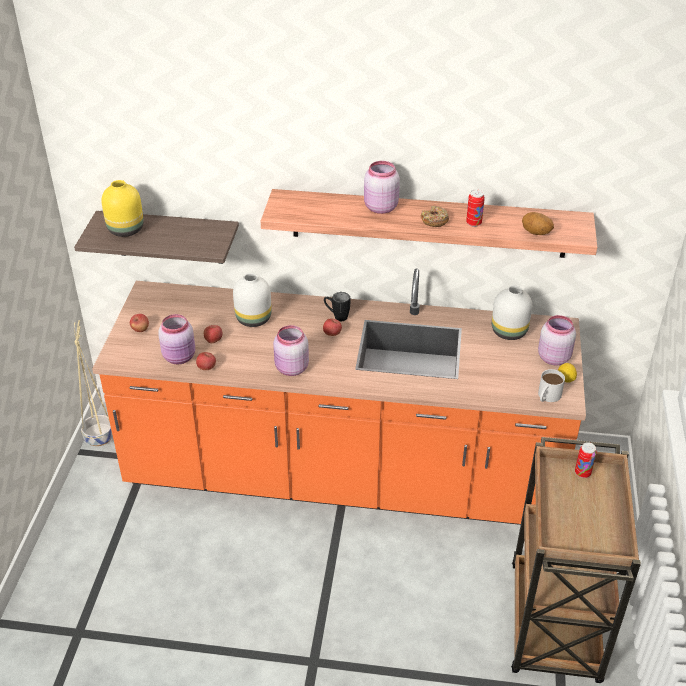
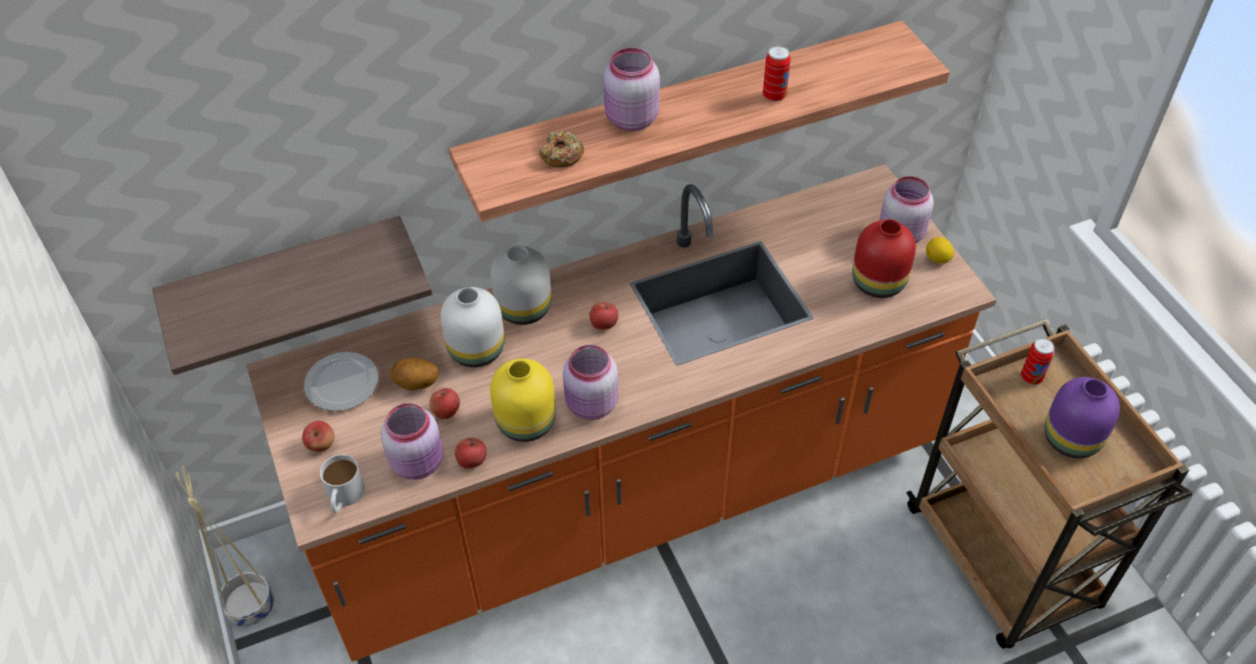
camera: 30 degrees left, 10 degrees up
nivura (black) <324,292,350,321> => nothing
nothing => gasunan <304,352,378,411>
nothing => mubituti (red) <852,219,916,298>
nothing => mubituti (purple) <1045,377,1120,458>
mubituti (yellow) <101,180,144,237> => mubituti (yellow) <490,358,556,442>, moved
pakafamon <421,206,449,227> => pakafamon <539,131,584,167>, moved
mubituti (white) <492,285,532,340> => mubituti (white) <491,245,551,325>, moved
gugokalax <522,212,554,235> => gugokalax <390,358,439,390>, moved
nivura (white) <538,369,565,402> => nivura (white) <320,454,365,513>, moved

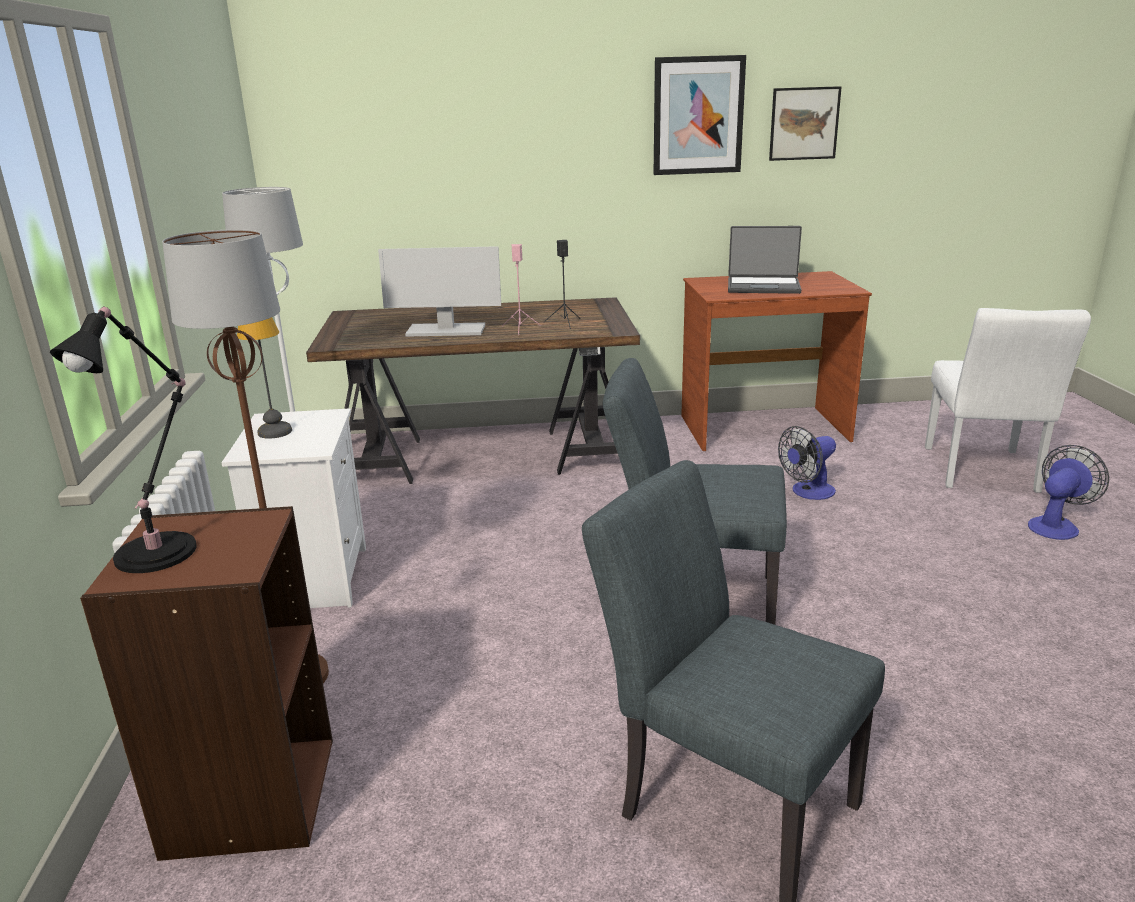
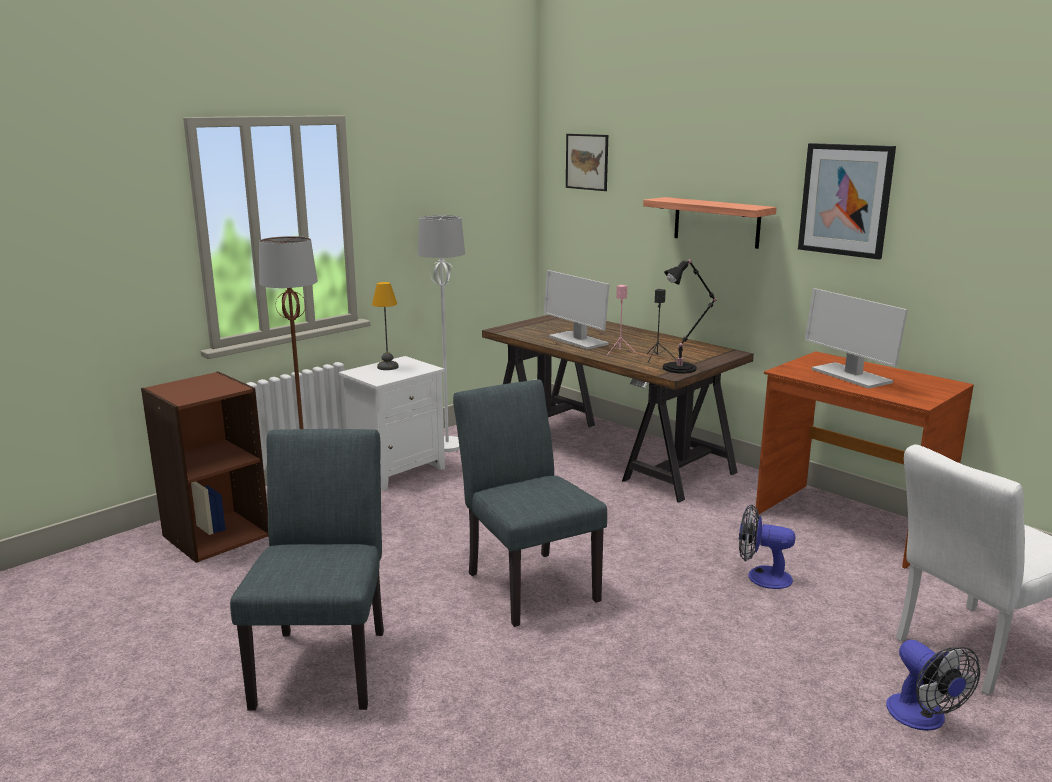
camera: 50 degrees right, 5 degrees down
nothing => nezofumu <643,197,776,249>
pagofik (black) <50,306,196,573> => pagofik (black) <663,259,717,374>, moved
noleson <769,86,842,161> => noleson <566,134,608,191>, moved
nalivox <728,226,802,294> => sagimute <805,288,908,389>
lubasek <1028,445,1109,540> => lubasek <886,640,980,731>, 60 degrees clockwise

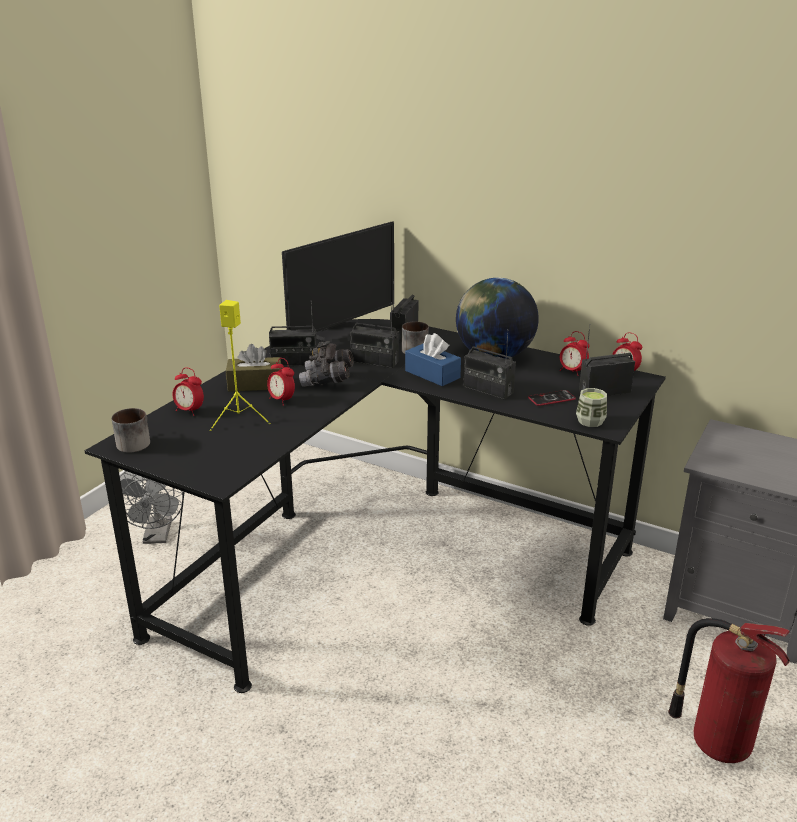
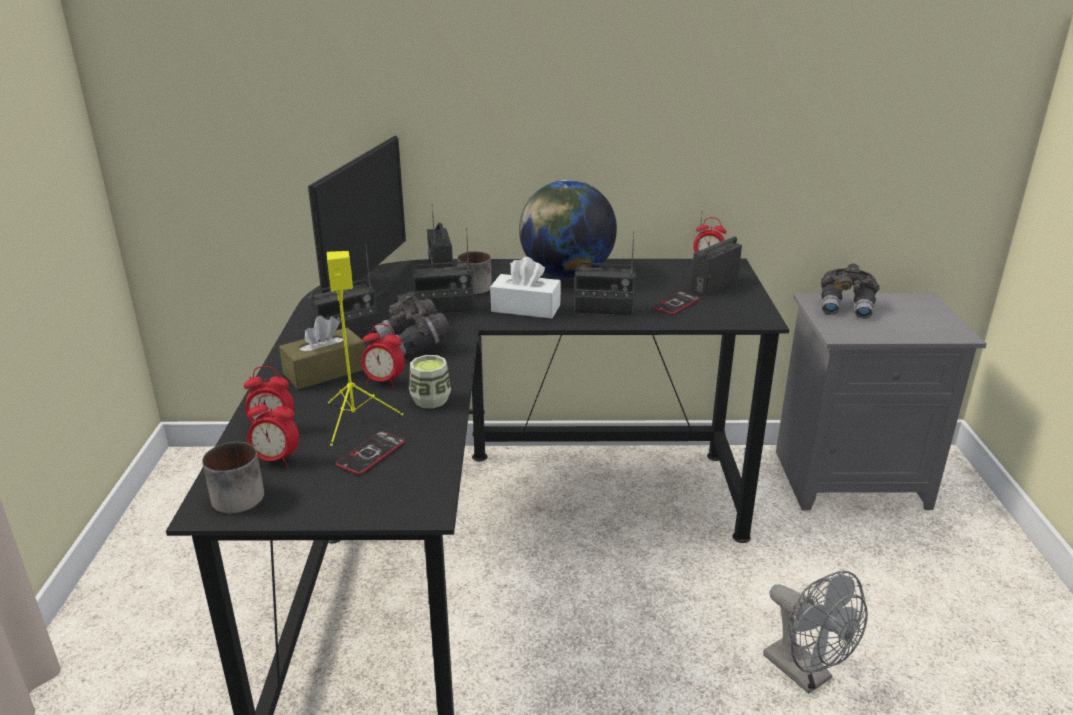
camera: 30 degrees left, 0 degrees up
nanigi <668,618,790,763> => nothing
nothing => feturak <335,431,405,475>
nothing => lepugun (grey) <821,263,880,319>
lubasek (grey) <120,471,183,544> => lubasek (grey) <763,571,868,694>, moved
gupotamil <560,331,590,376> => gupotamil <247,394,299,467>, moved
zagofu <576,388,607,427> => zagofu <409,355,451,408>, moved
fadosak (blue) <405,333,461,386> => fadosak (white) <490,257,561,319>

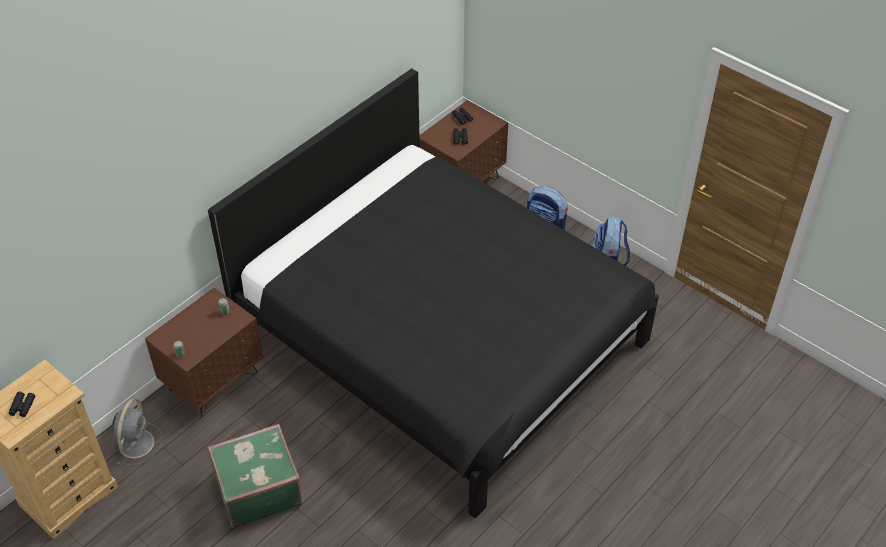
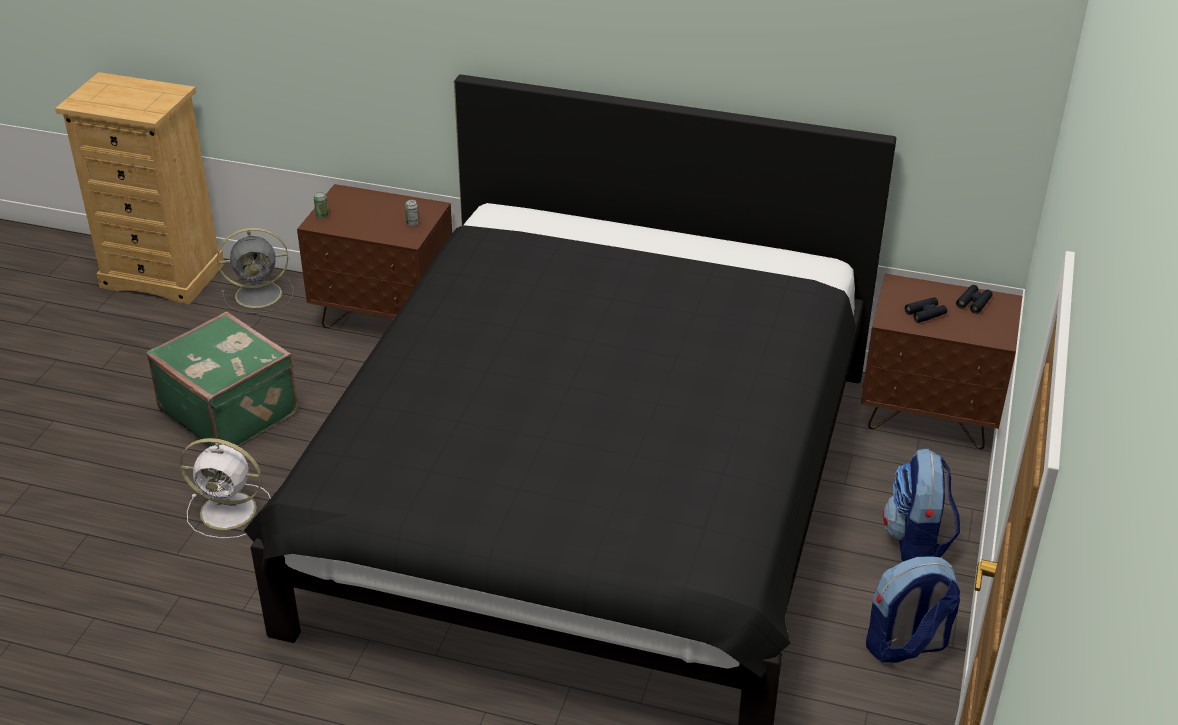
camera: 65 degrees right, 10 degrees down
lepugun (black) <8,392,35,417> => nothing
nothing => lubasek (white) <180,438,271,539>

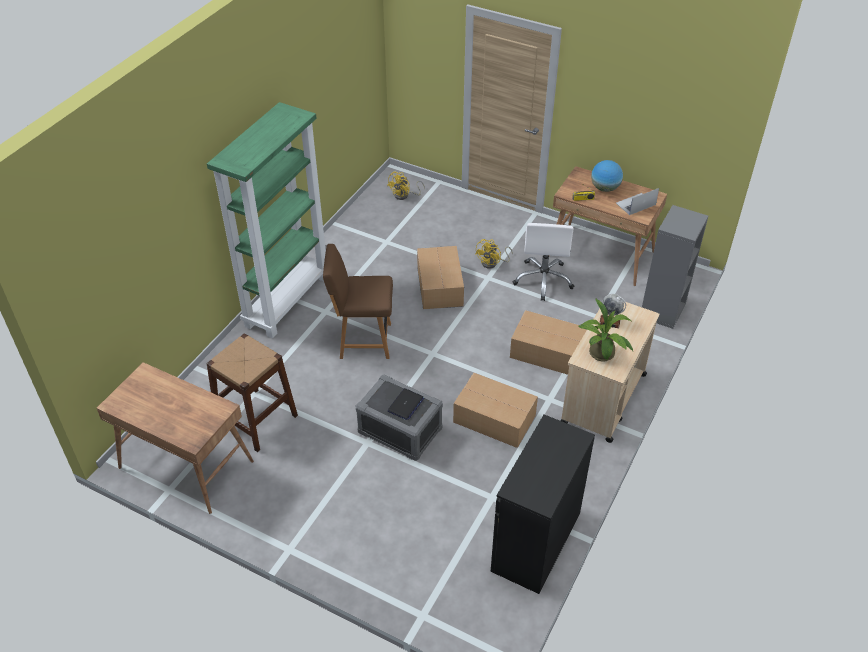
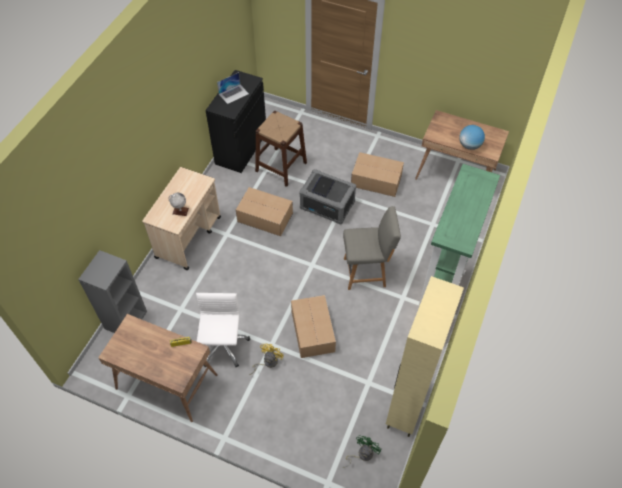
camera: 175 degrees right, 10 degrees up
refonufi <578,299,633,361> => nothing
nothing => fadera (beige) <386,276,464,437>
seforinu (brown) <207,333,298,452> => seforinu (brown) <255,110,307,187>, moved
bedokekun <510,310,587,375> => bedokekun <351,152,404,197>, moved
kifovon <591,160,623,192> => kifovon <459,125,485,150>, moved
nalivox <616,188,659,215> => nalivox <217,72,249,104>, moved
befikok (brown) <323,244,393,359> => befikok (grey) <343,206,401,290>
lubasek (yellow) <387,172,425,200> => lubasek (green) <342,435,381,468>

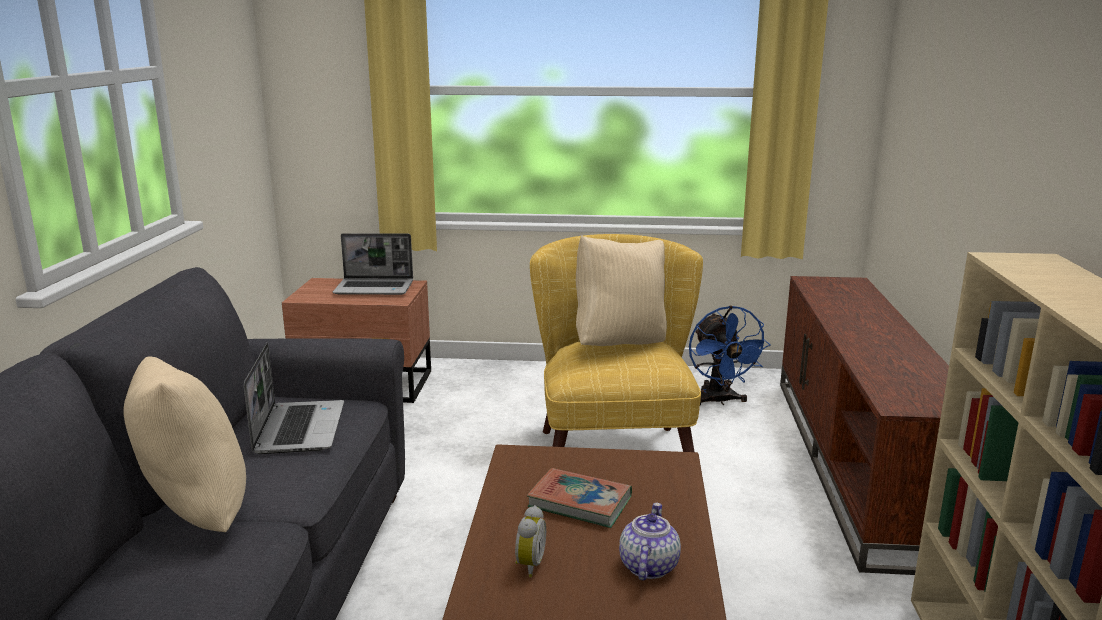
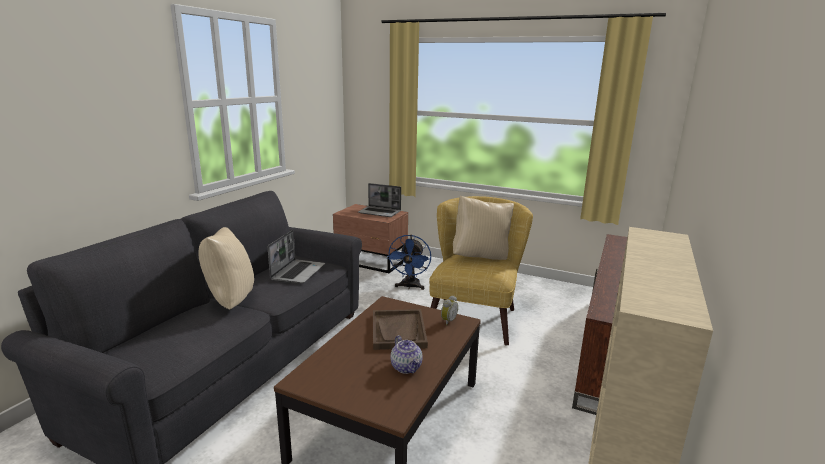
camera: 20 degrees right, 0 degrees up
gupotamil <515,505,546,577> => gupotamil <441,295,458,326>, moved
lubasek (blue) <689,305,770,405> => lubasek (blue) <387,235,431,290>, moved
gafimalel <527,468,632,528> => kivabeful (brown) <373,309,428,350>
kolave <619,503,681,580> => kolave <391,335,423,374>, 120 degrees clockwise

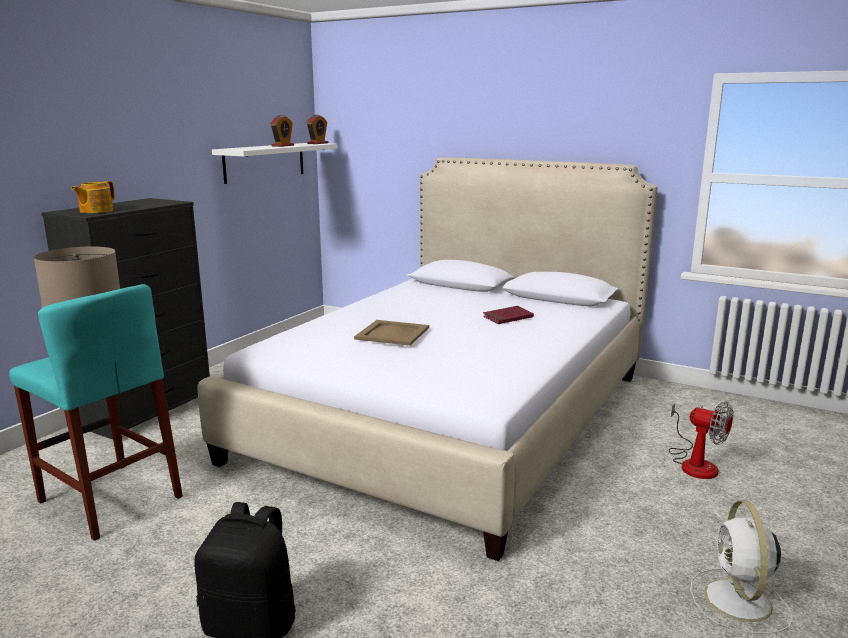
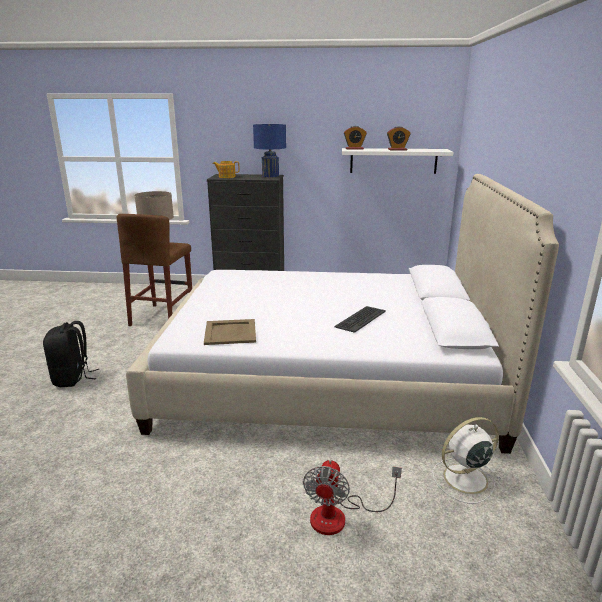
camera: 65 degrees right, 5 degrees up
nothing => pagofik (blue) <253,124,286,177>
gupotamil <307,115,329,144> => gupotamil <344,126,367,150>, moved
kivabeful (beige) <354,320,429,346> => kivabeful (beige) <204,319,256,345>, moved
lubasek (white) <690,501,793,634> => lubasek (white) <432,417,500,504>, moved
gafimalel (red) <483,306,534,324> => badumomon <335,306,386,333>
seforinu (turquoise) <9,284,183,541> => seforinu (brown) <117,214,192,326>

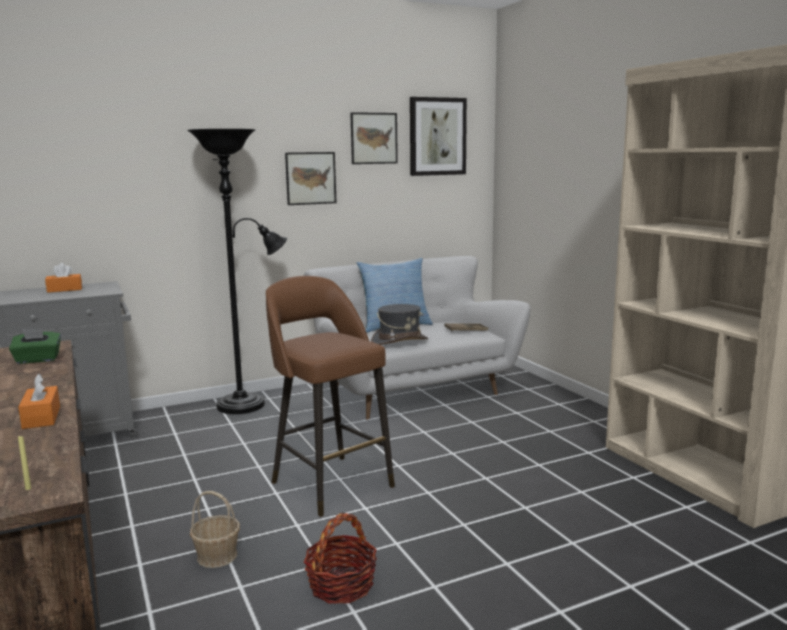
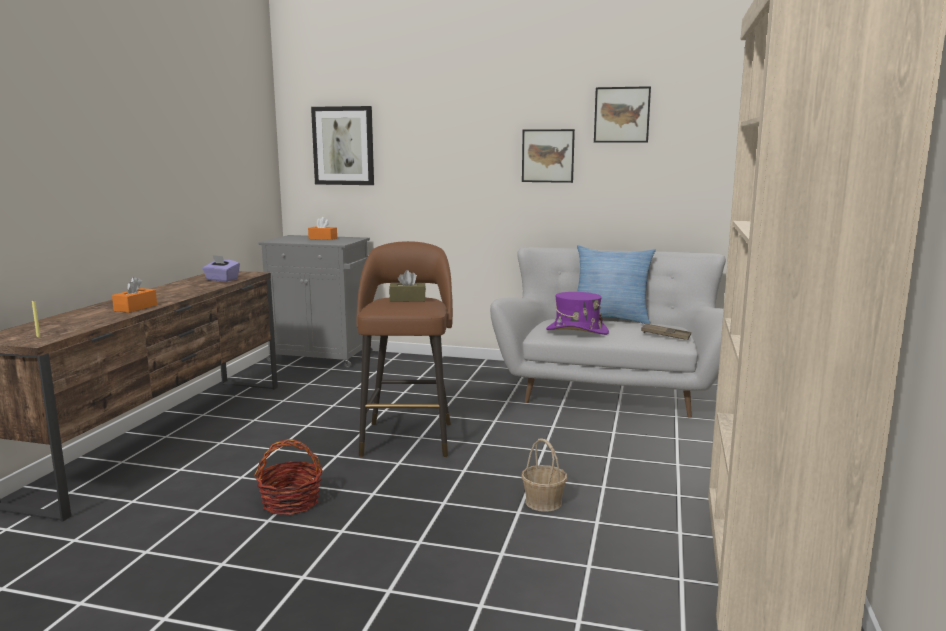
camera: 40 degrees right, 0 degrees up
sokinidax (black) <187,129,287,414> => nothing
nothing => fadosak (brown) <389,270,426,302>
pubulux <190,491,240,568> => pubulux <521,438,567,512>, moved
noleson <410,97,467,176> => noleson <311,106,374,185>, moved
fadosak (green) <9,328,61,364> => fadosak (purple) <202,255,240,282>
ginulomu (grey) <371,304,428,345> => ginulomu (purple) <546,292,609,335>

